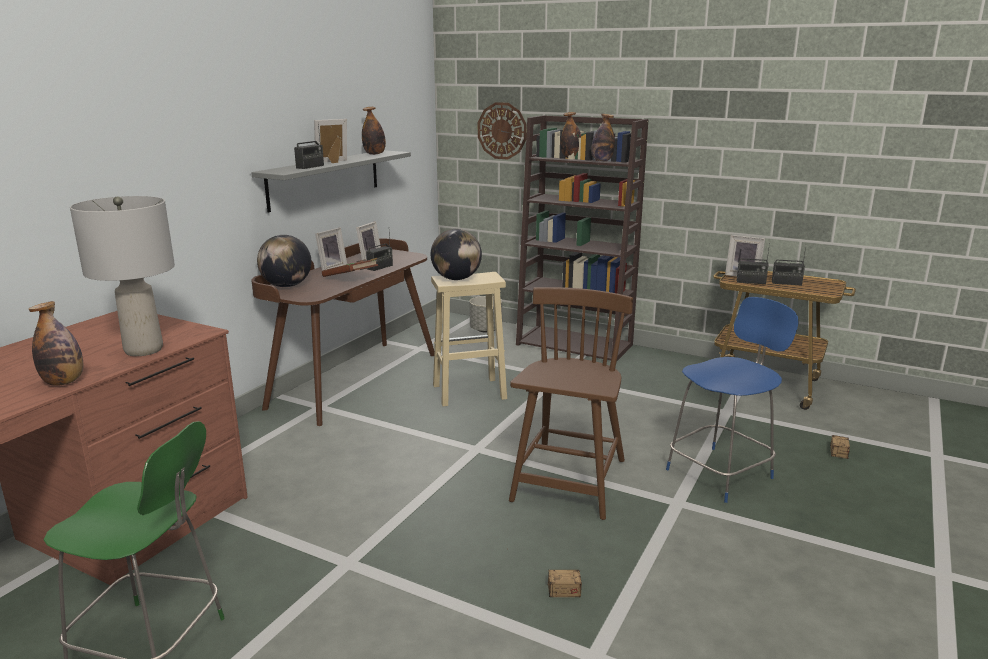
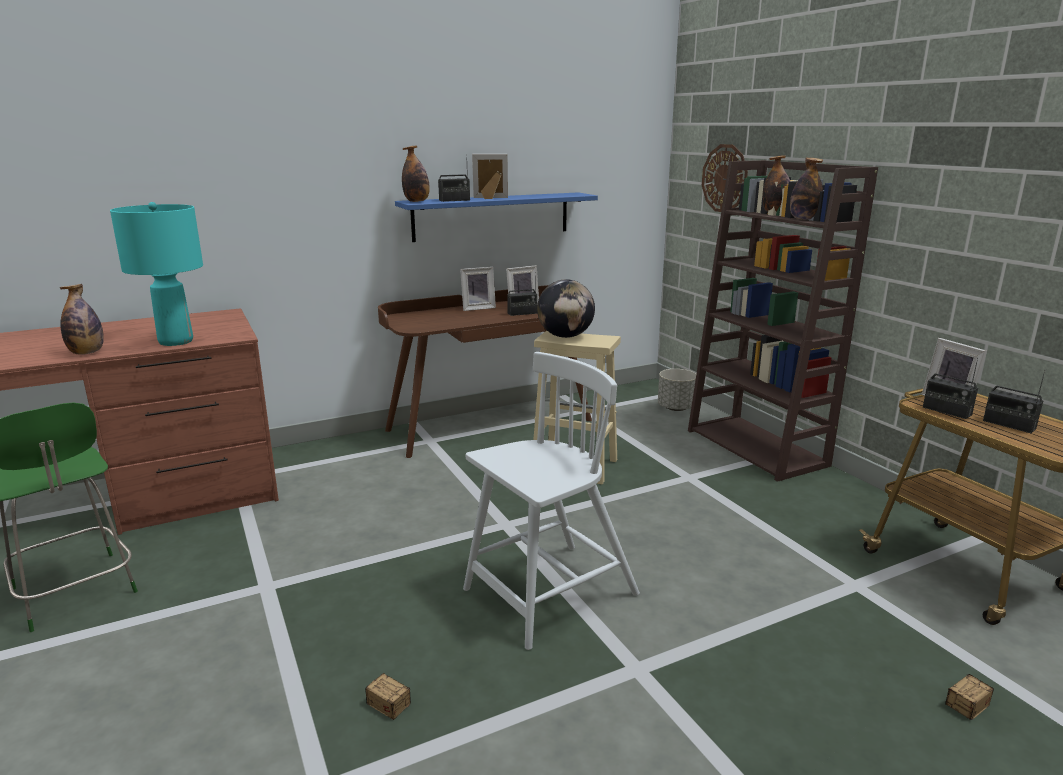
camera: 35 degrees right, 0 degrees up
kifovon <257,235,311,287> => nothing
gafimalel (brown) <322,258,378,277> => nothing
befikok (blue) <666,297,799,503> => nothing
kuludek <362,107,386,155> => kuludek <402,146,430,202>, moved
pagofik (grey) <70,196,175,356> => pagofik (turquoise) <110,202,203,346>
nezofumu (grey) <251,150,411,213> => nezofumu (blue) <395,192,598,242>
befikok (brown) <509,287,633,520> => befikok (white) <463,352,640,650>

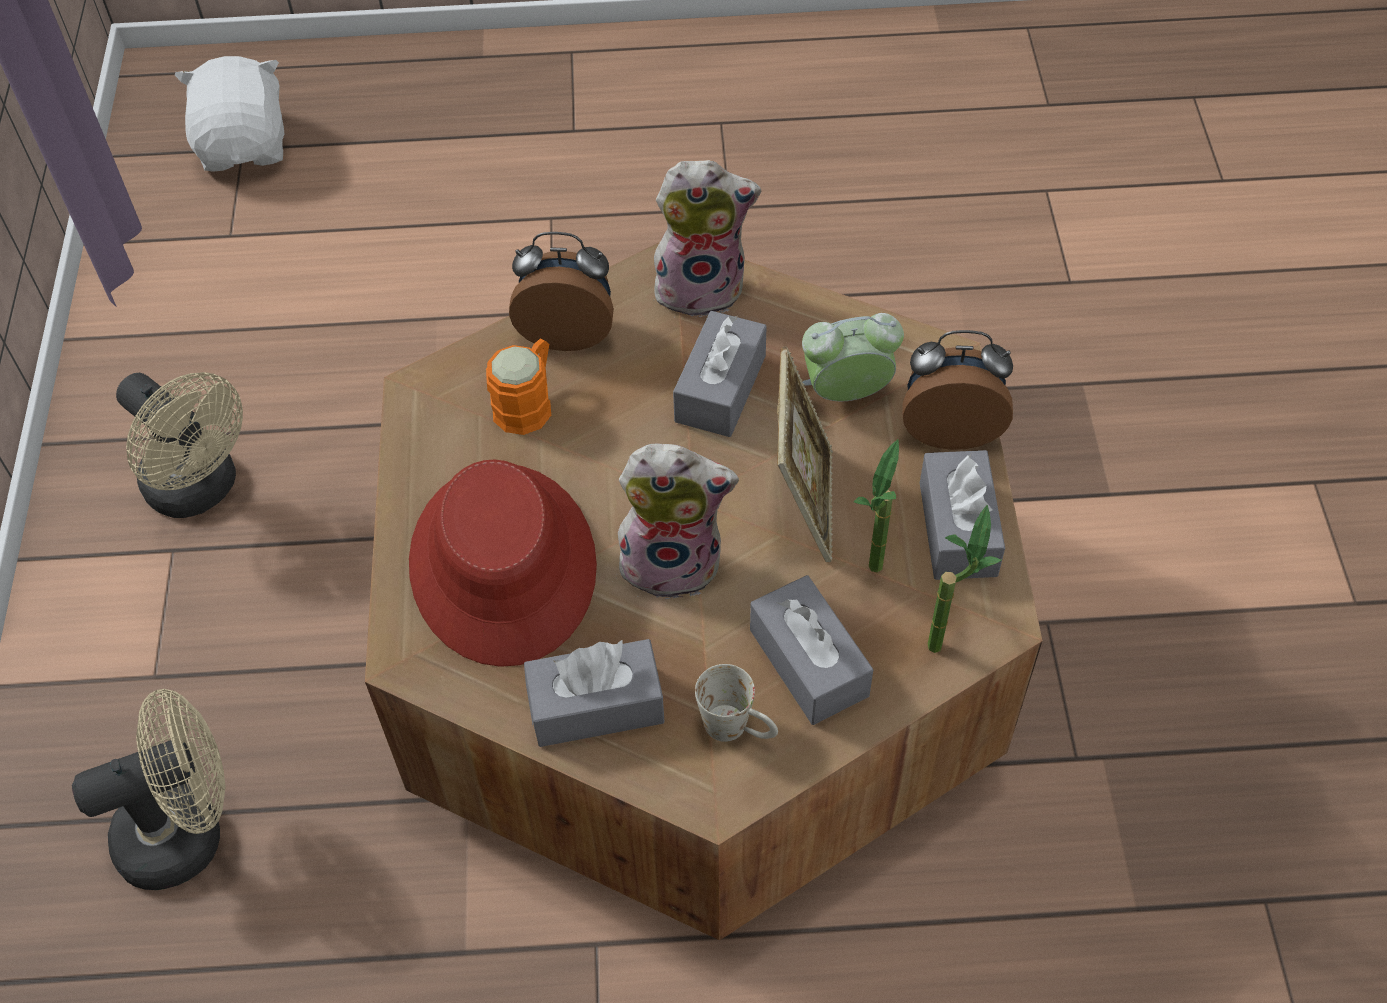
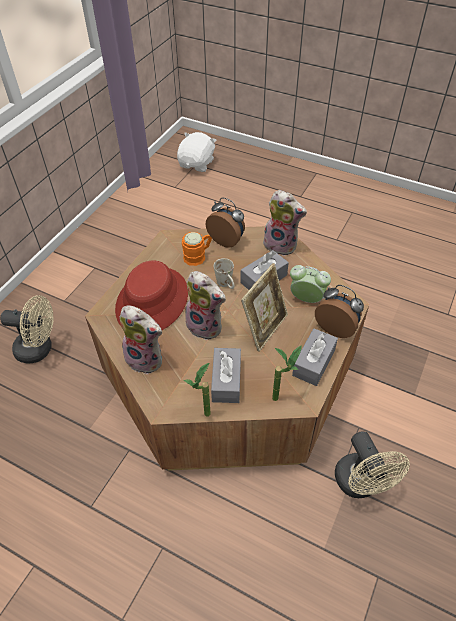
camera: 30 degrees right, 5 degrees down
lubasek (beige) <116,372,243,518> => lubasek (beige) <335,431,410,498>, moved
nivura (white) <695,664,778,742> => nivura (white) <214,258,234,289>, moved
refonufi <854,439,899,573> => refonufi <184,363,211,417>, moved
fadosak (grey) <524,639,665,747> => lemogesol <120,305,163,375>

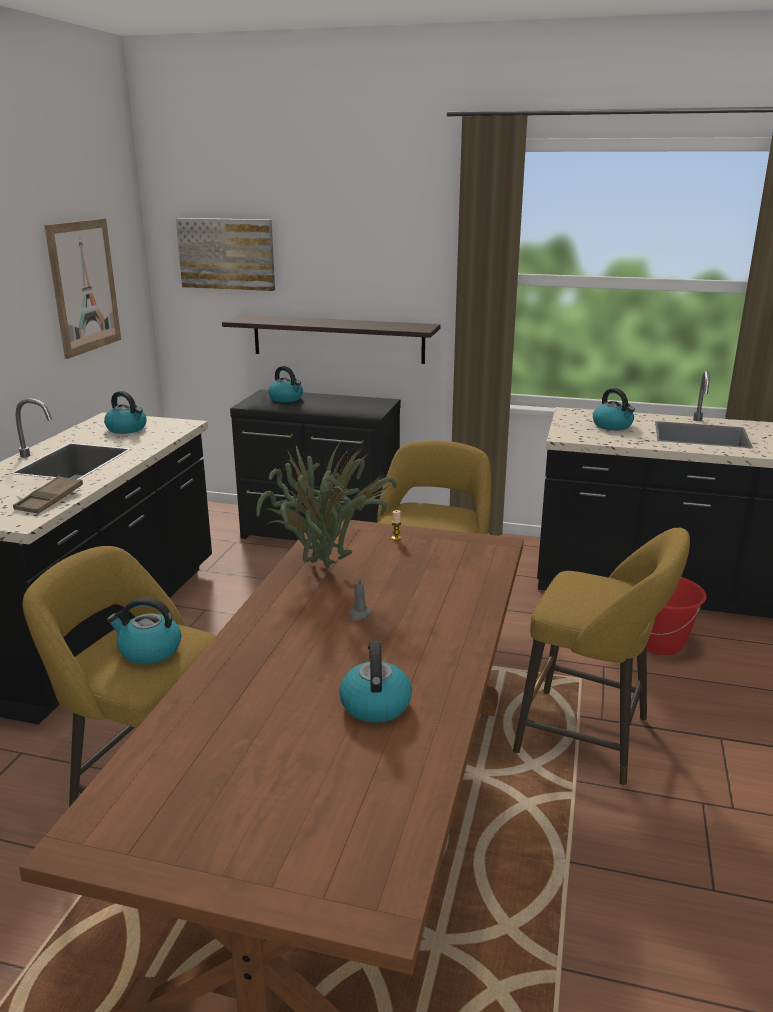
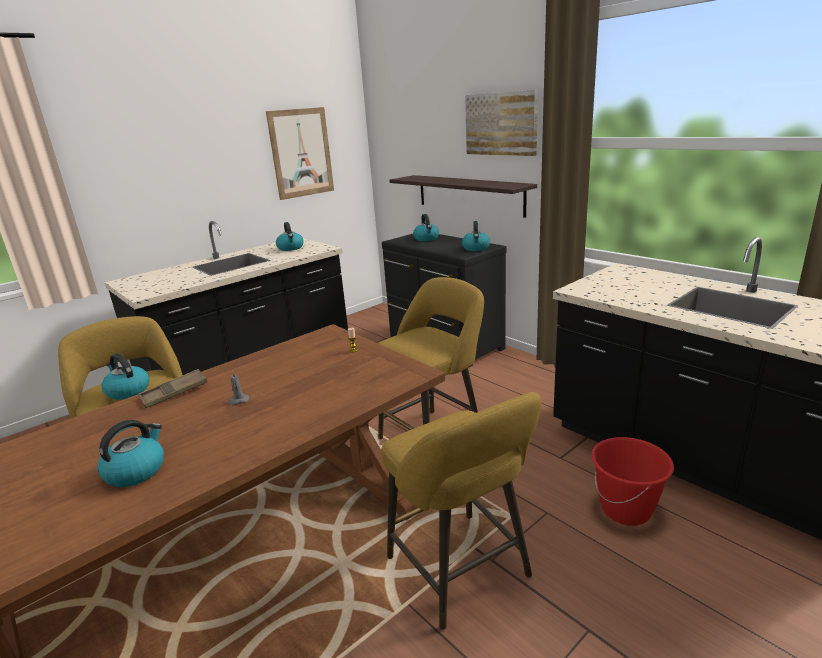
camera: 35 degrees right, 0 degrees up
refonufi <256,443,396,568> => nothing
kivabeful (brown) <13,476,83,514> => kivabeful (brown) <138,369,208,408>, moved
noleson <176,218,275,291> => noleson <465,89,538,156>, moved
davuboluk <593,388,635,430> => davuboluk <462,221,490,251>, moved

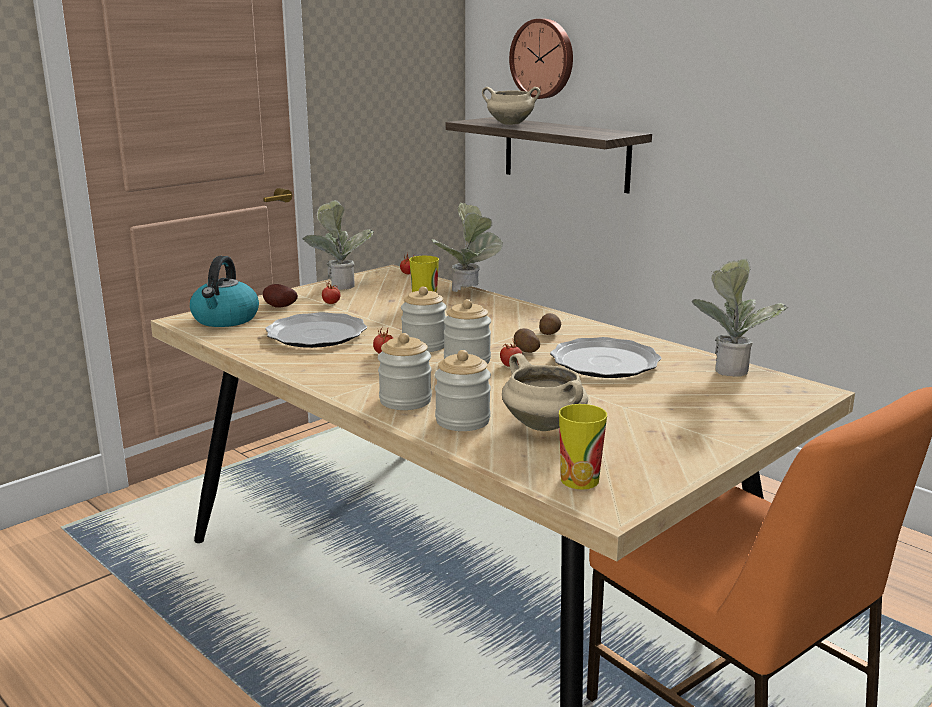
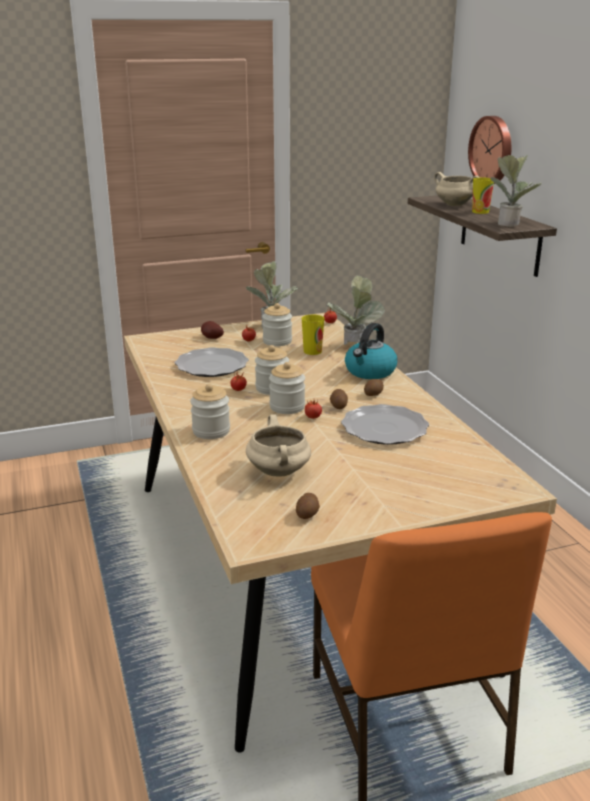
camera: 25 degrees right, 5 degrees up
nothing => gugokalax <296,493,320,519>
davuboluk <190,256,259,327> => davuboluk <345,323,397,379>, moved
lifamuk <435,350,491,431> => lifamuk <262,303,292,346>, moved
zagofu <559,404,607,489> => zagofu <472,178,494,214>, moved
refonufi <691,259,788,377> => refonufi <491,155,542,227>, moved

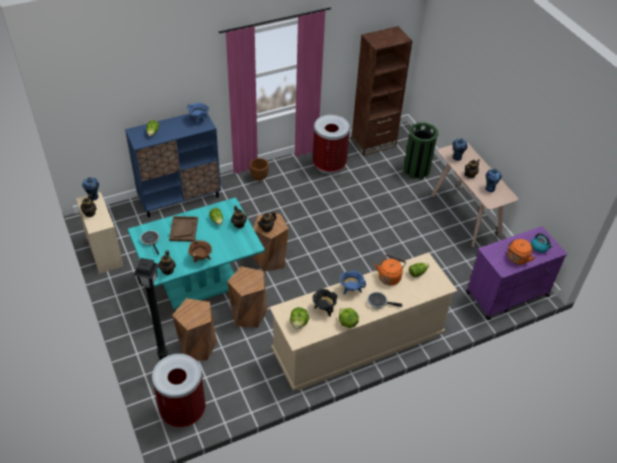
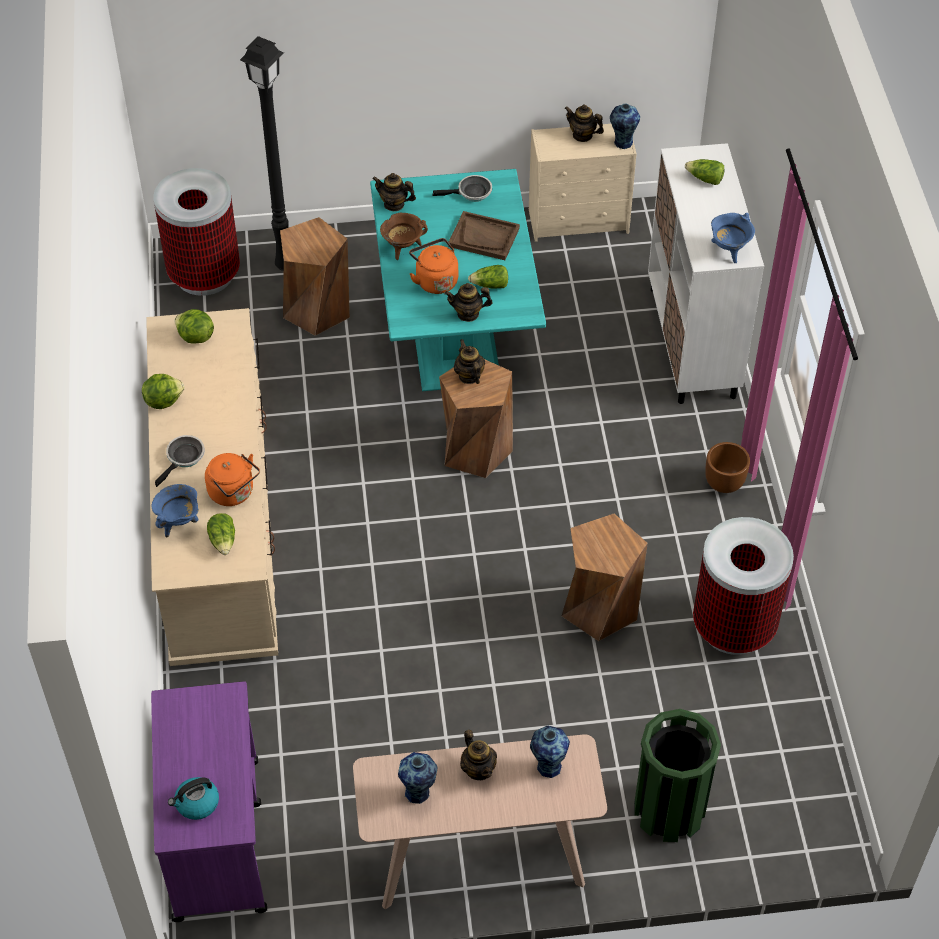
camera: 110 degrees right, 5 degrees up
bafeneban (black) <312,289,337,317> => nothing
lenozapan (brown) <351,26,412,156> => nothing
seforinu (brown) <227,266,267,328> => seforinu (brown) <562,513,648,641>, moved
bafeneban (blue) <340,270,366,295> => bafeneban (blue) <151,484,199,537>, moved
davuboluk (orange) <507,239,535,265> => davuboluk (orange) <409,238,458,294>, moved
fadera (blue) <125,113,221,218> => fadera (white) <648,143,764,404>

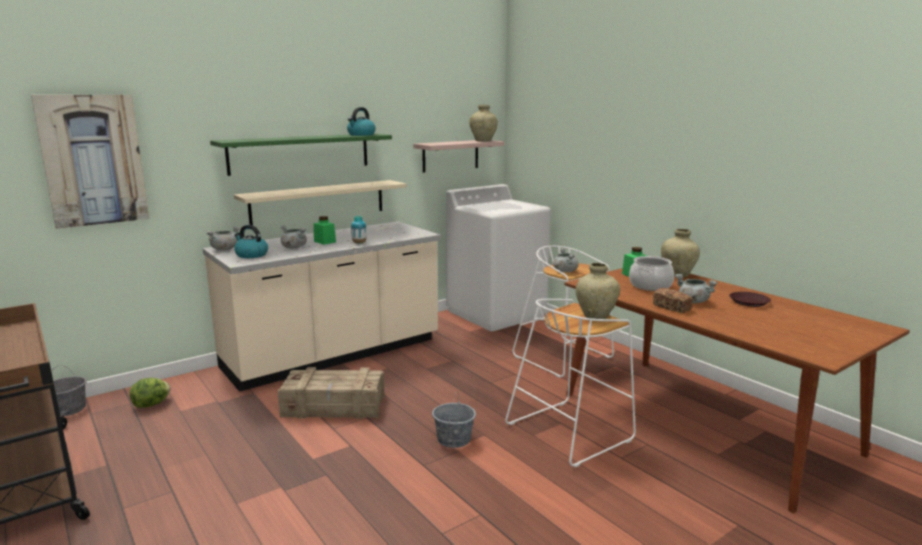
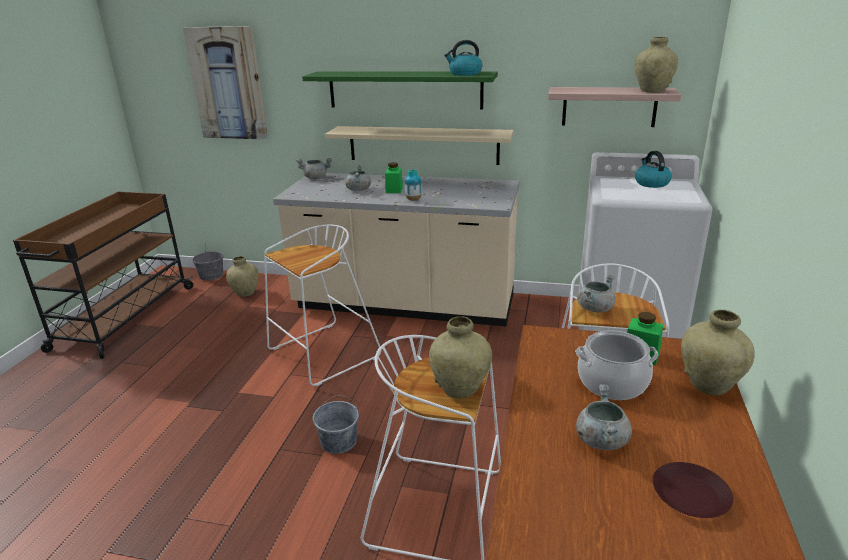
camera: 50 degrees right, 10 degrees up
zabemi <653,288,693,313> => nothing
davuboluk <234,225,268,258> => davuboluk <635,151,672,188>, moved
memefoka <129,378,171,408> => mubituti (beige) <226,256,259,297>
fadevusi <278,367,385,419> => seforinu (white) <264,225,381,386>

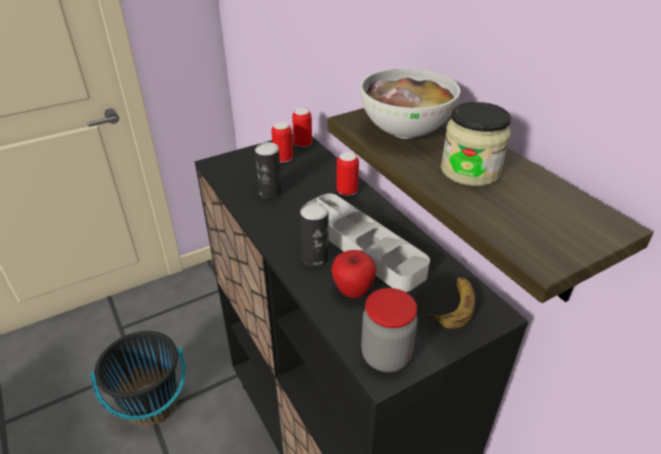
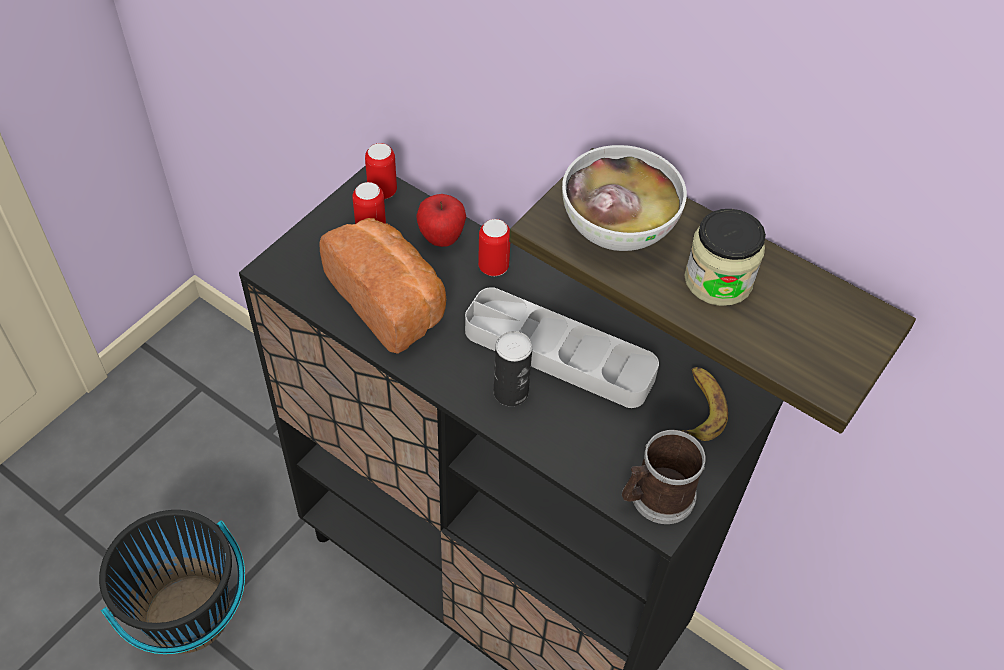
camera: 25 degrees left, 15 degrees up
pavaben <331,250,377,298> => pavaben <416,194,466,247>, moved
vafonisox <255,142,282,199> => zabemi <320,218,446,354>
lifamuk <361,288,418,372> => nivura <622,430,706,524>

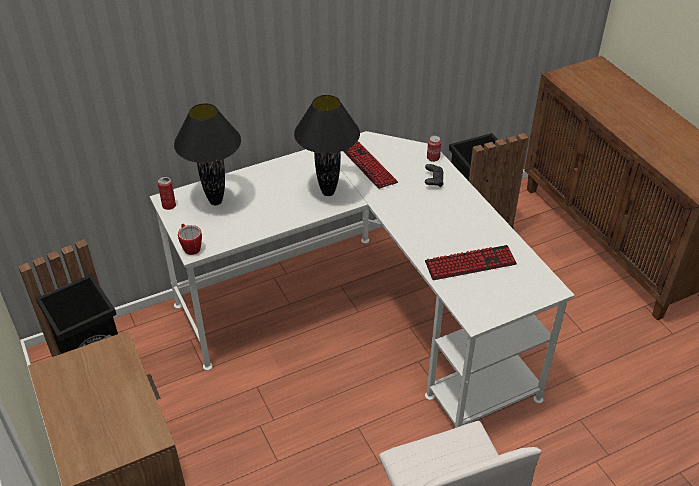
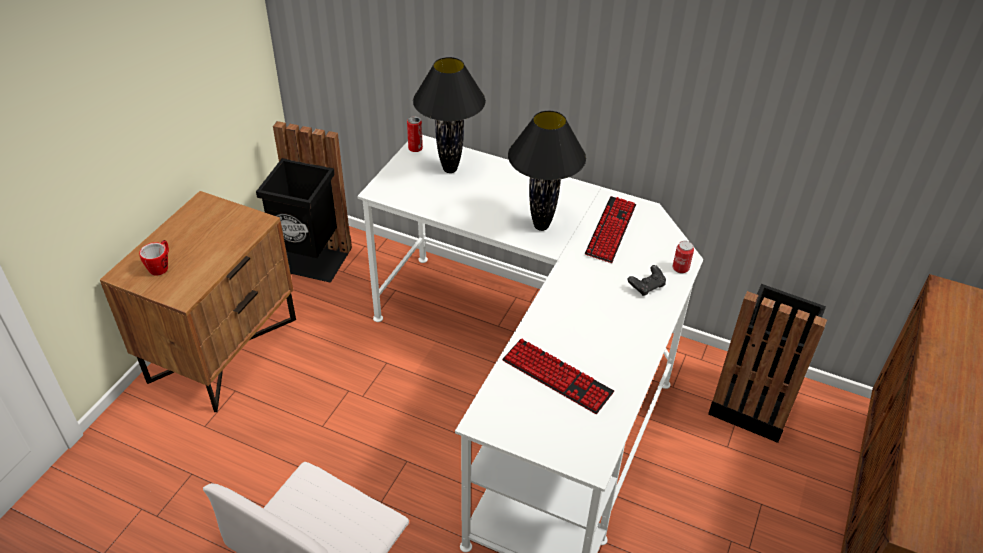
camera: 50 degrees right, 0 degrees up
nivura <178,224,202,255> => nivura <139,240,169,276>, moved

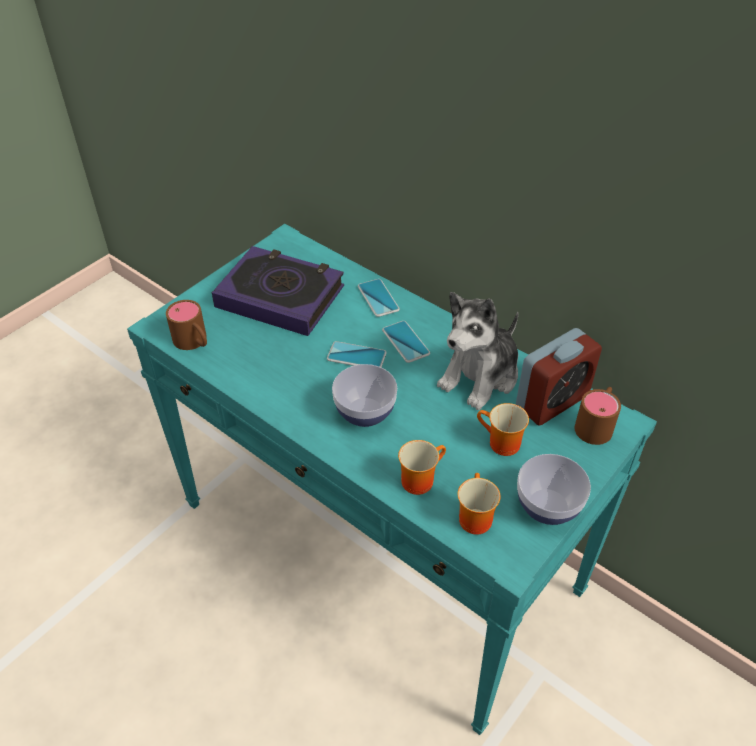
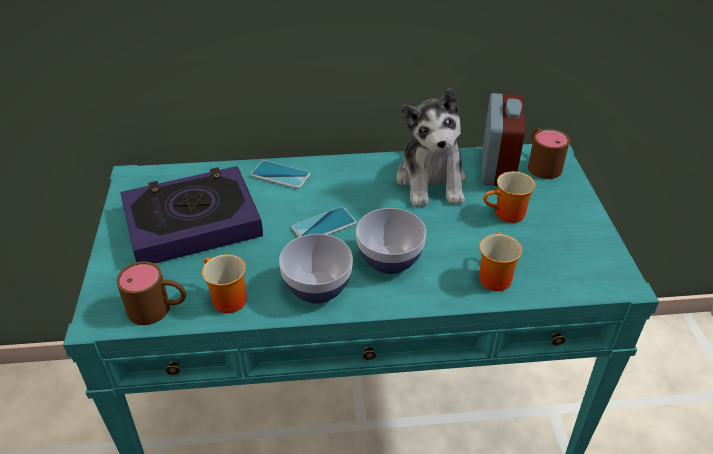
camera: 45 degrees left, 5 degrees down
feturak <382,321,430,363> => nothing
nivura <458,473,500,535> => nivura <202,254,247,313>, moved
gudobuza <517,454,591,525> => gudobuza <279,234,353,304>, moved

